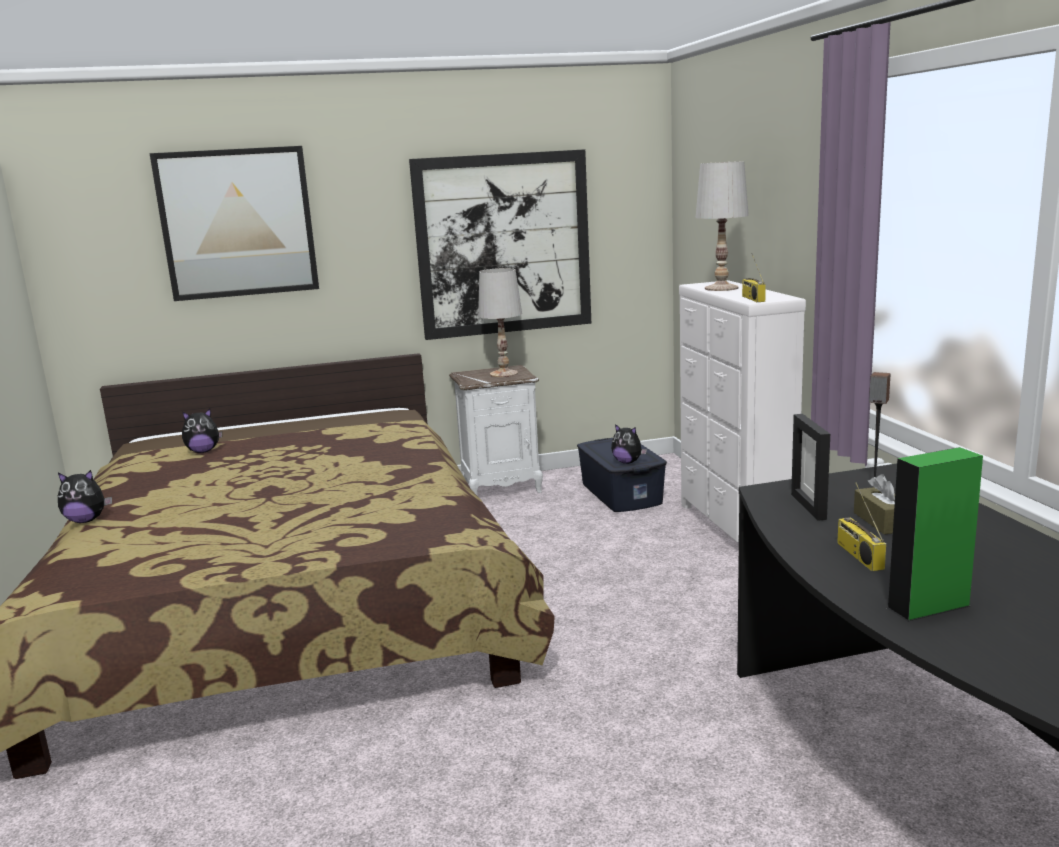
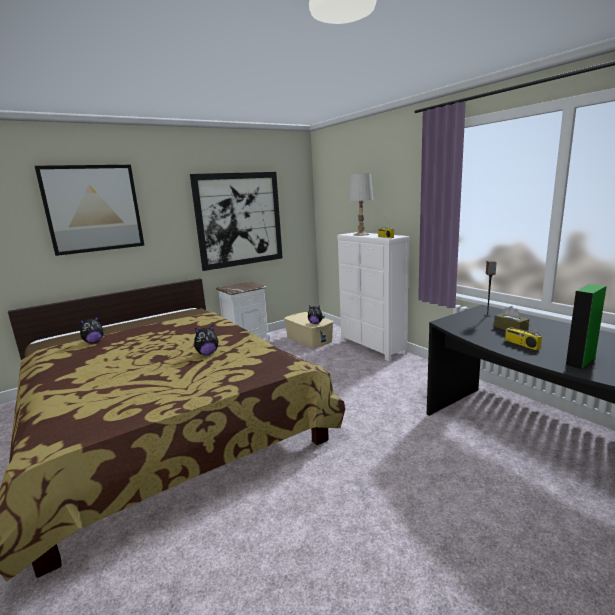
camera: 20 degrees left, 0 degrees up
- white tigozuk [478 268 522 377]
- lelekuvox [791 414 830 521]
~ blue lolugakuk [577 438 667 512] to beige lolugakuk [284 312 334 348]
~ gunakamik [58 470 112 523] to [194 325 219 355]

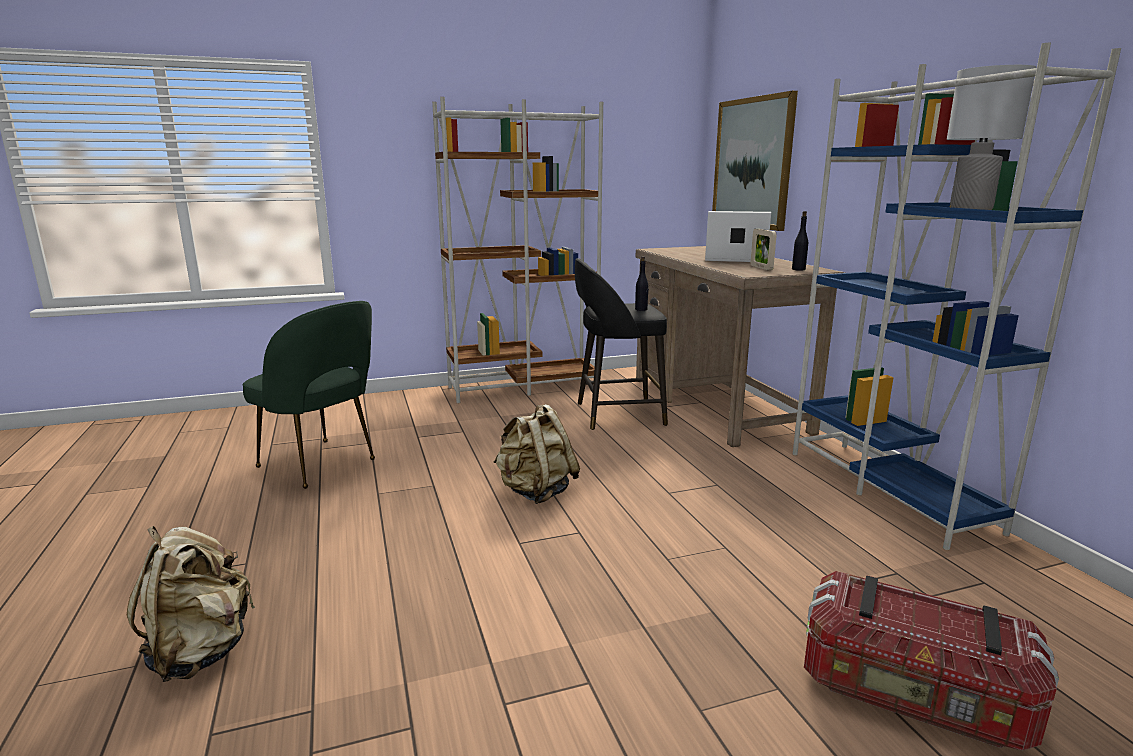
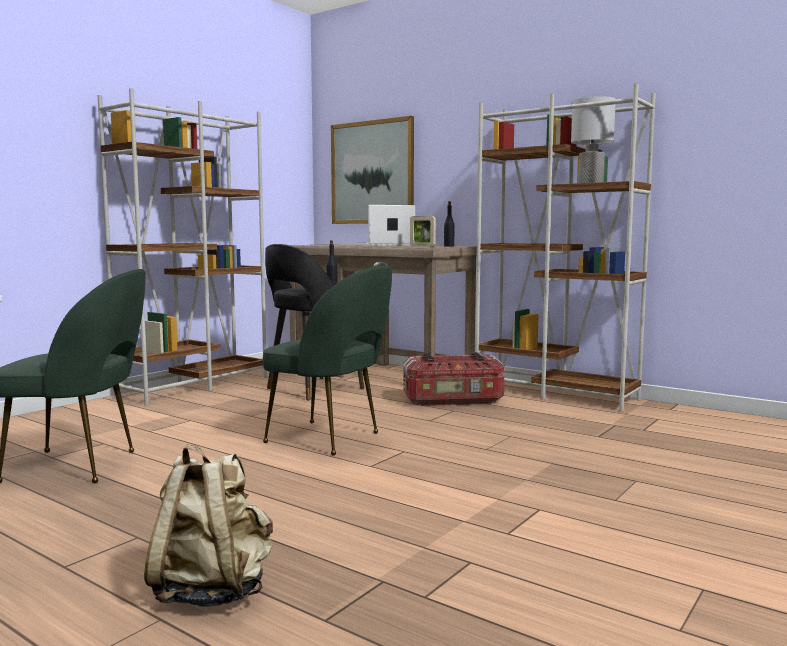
camera: 35 degrees left, 10 degrees down
~ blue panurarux [793 43 1121 550] to brown panurarux [475 83 656 411]
~ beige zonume [494 404 580 504] to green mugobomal [262 266 392 456]
~ lolugakuk [804 571 1059 751] to [403 352 505 406]

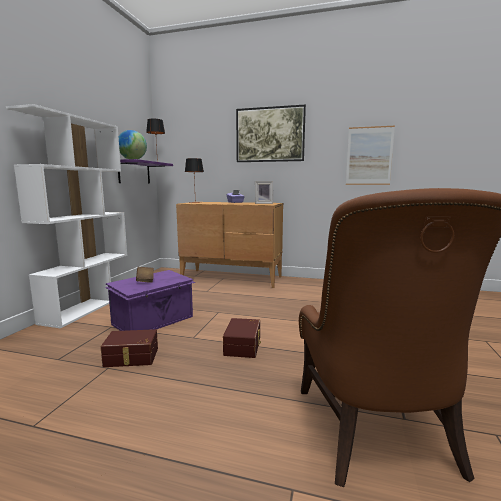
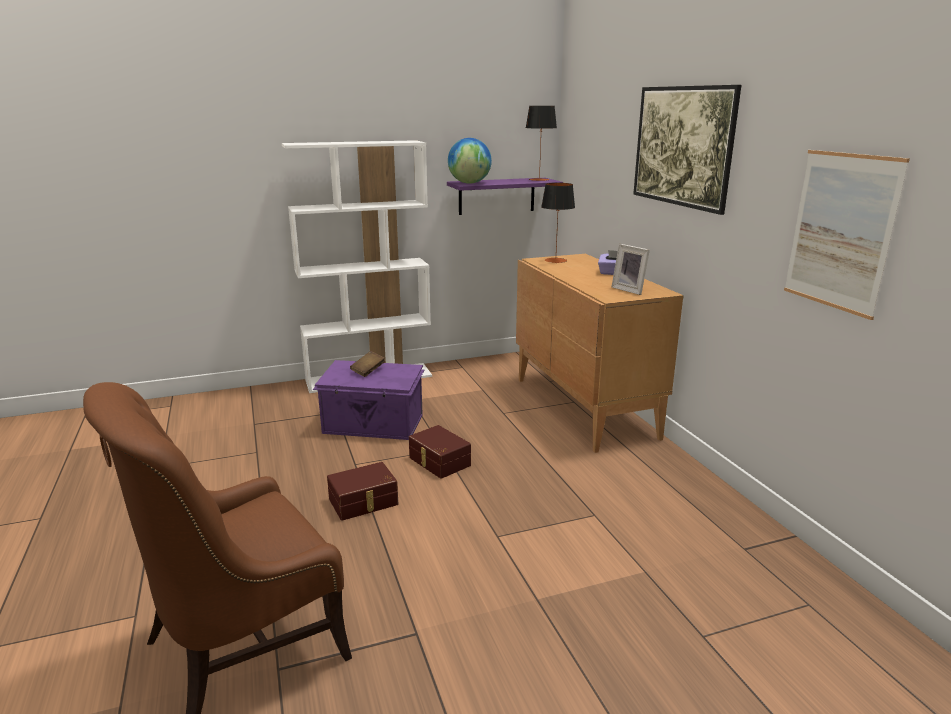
camera: 55 degrees right, 10 degrees up
~ brown lolugakuk [101 329 158 367] to [409 425 471 479]

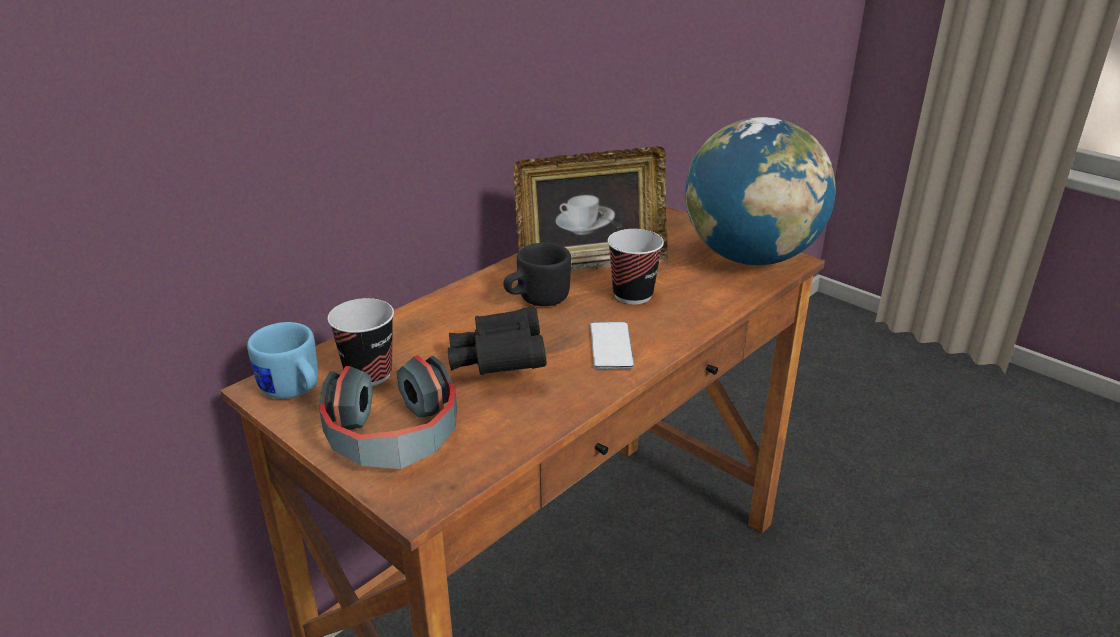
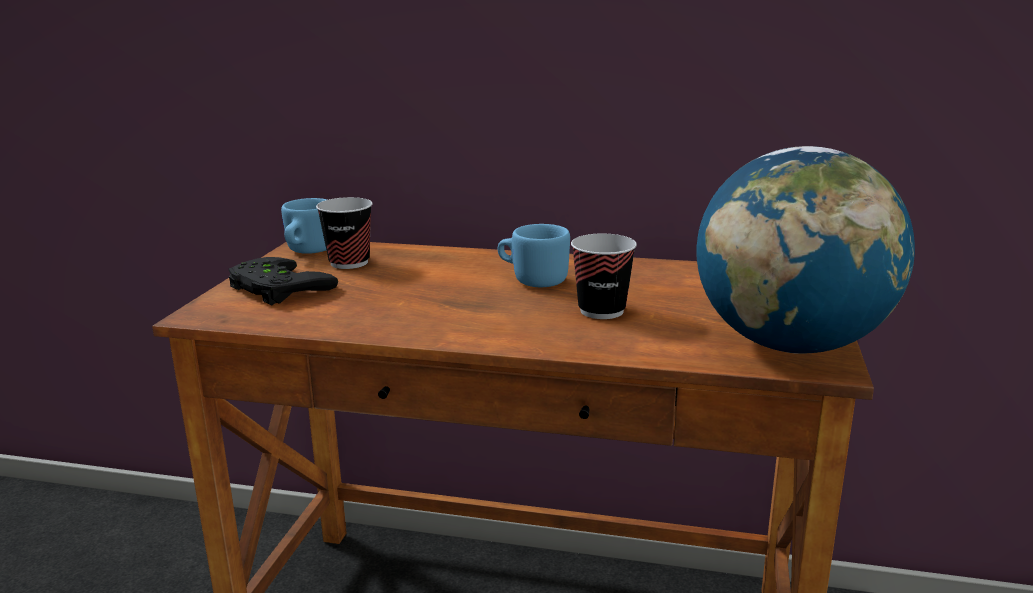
camera: 60 degrees right, 10 degrees down
- lelekuvox [513 147 668 271]
~ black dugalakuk [503 243 571 306] to blue dugalakuk [498 224 570 287]
- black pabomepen [448 306 547 375]
- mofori [590 322 634 369]
~ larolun [320 355 457 469] to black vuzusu [229 257 338 306]

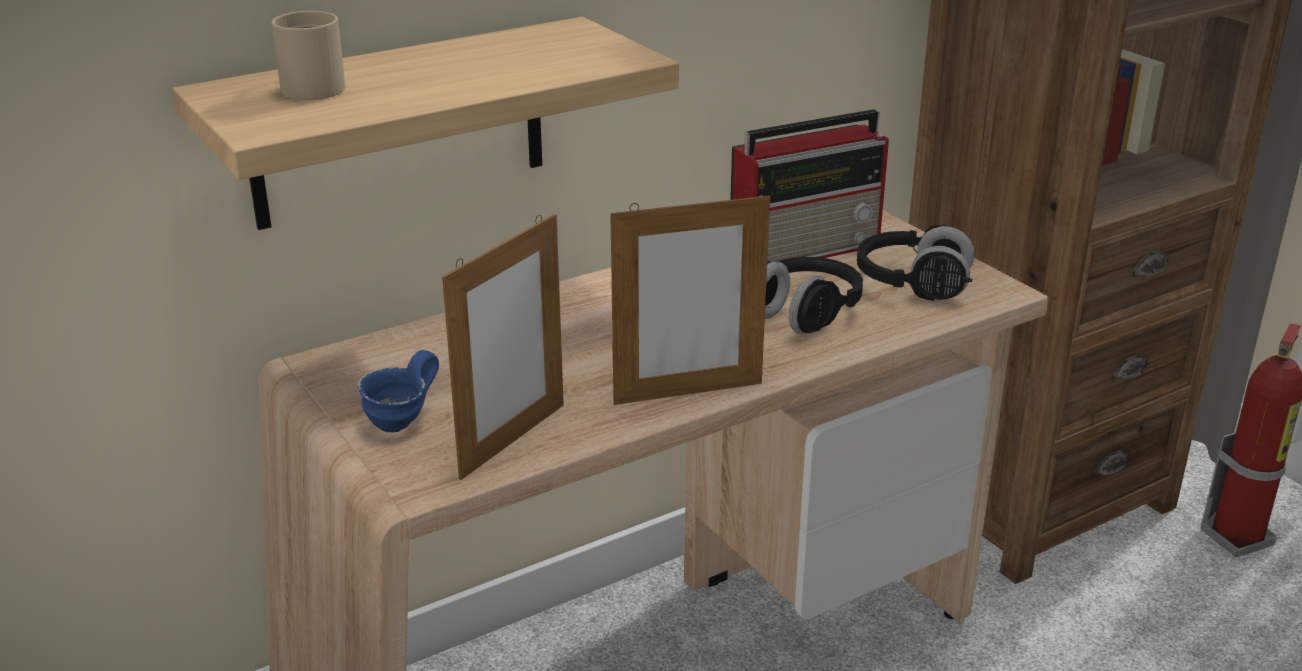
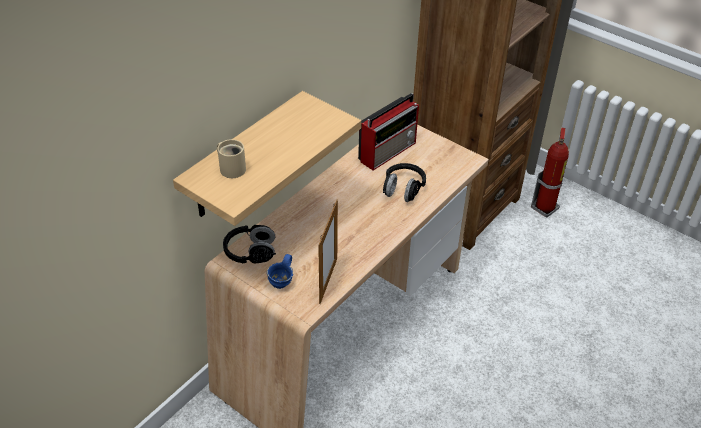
camera: 20 degrees left, 15 degrees up
- lelekuvox [610 191 770 405]
~ black larolun [857 225 975 301] to [223 225 276 264]

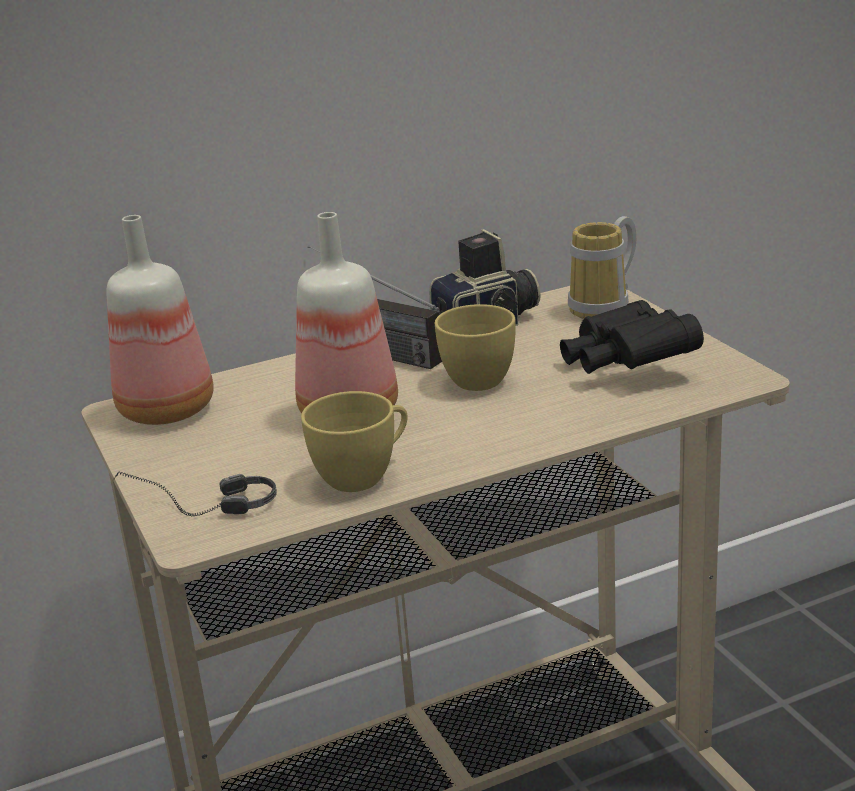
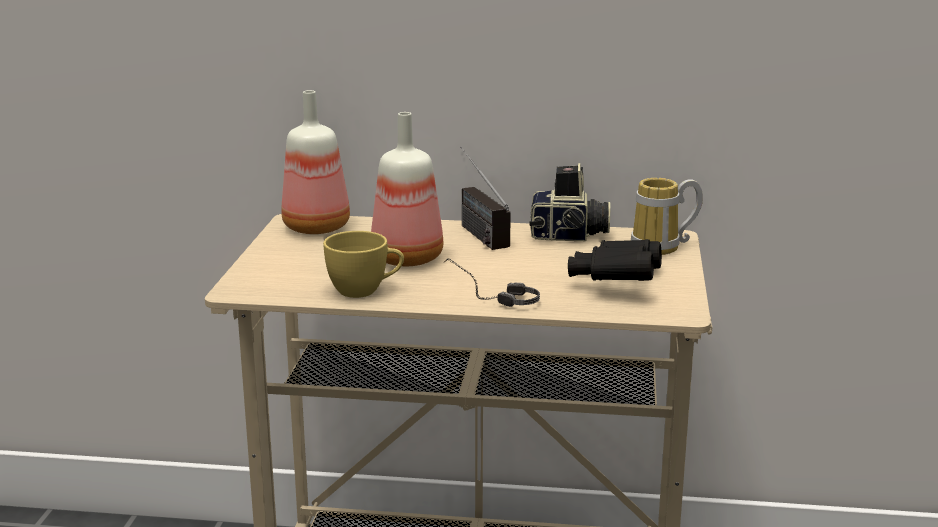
camera: 30 degrees right, 5 degrees down
- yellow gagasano [435 304 516 391]
~ larolun [113 471 277 516] to [443 258 540 307]

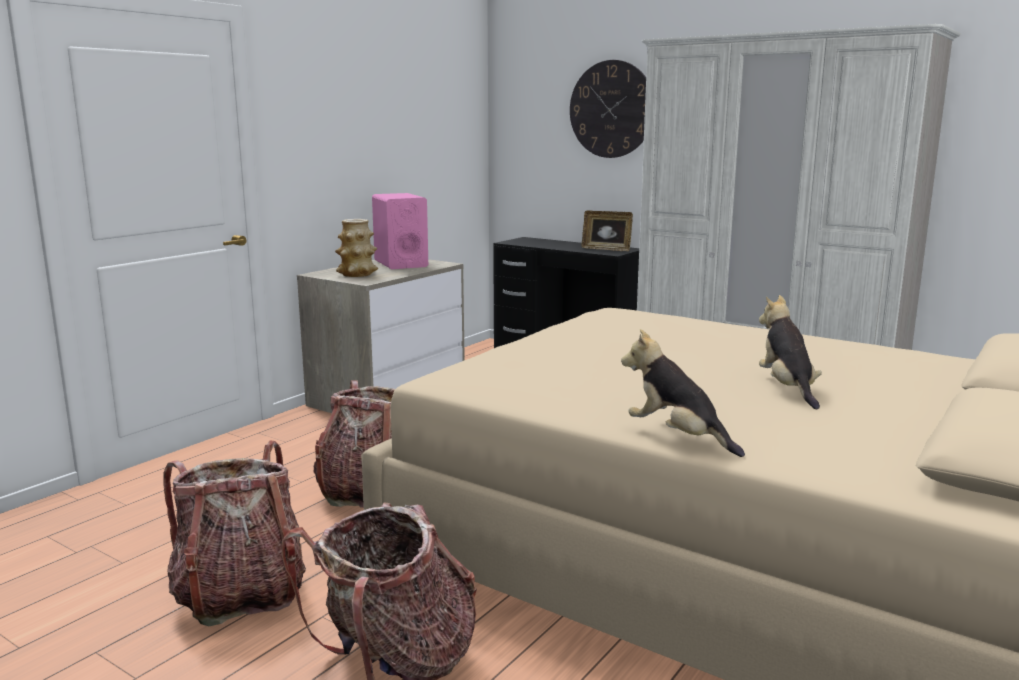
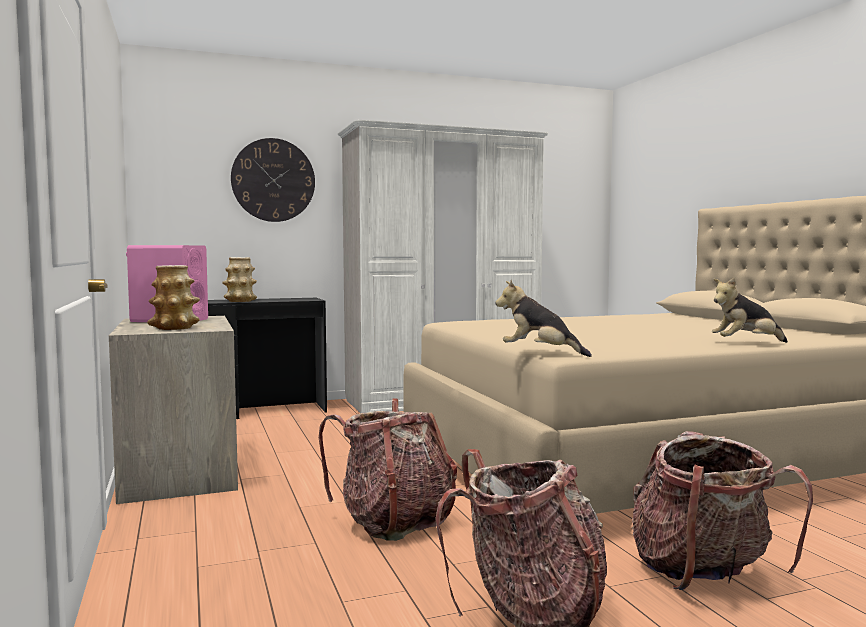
camera: 55 degrees left, 10 degrees down
- lelekuvox [582 210 633 251]
~ gunakamik [759 295 822 409] to [495 279 592 357]
+ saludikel [222 257 257 302]

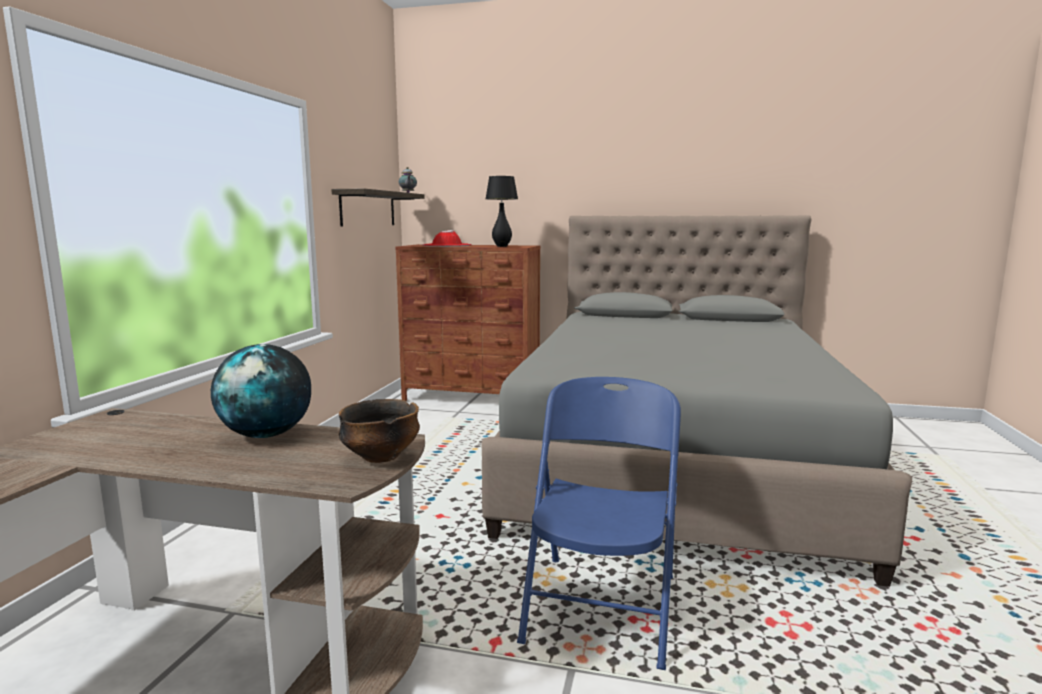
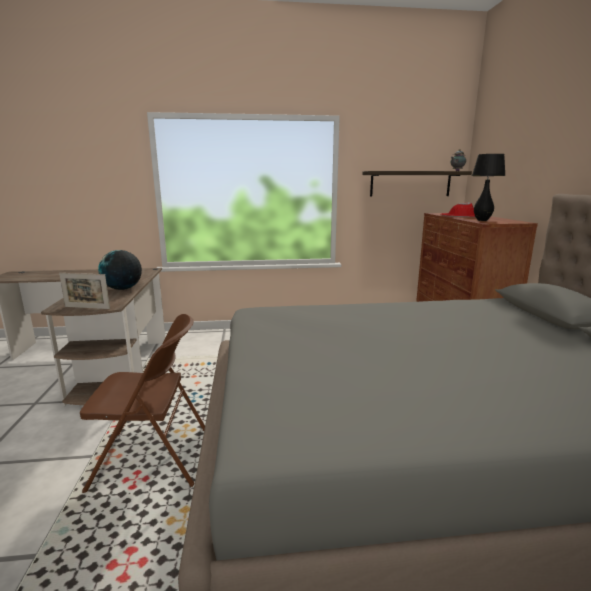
camera: 70 degrees right, 5 degrees up
~ blue mugobomal [517 377 681 670] to brown mugobomal [80 314 205 493]
~ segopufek [338 399 420 463] to lelekuvox [59 273 110 309]

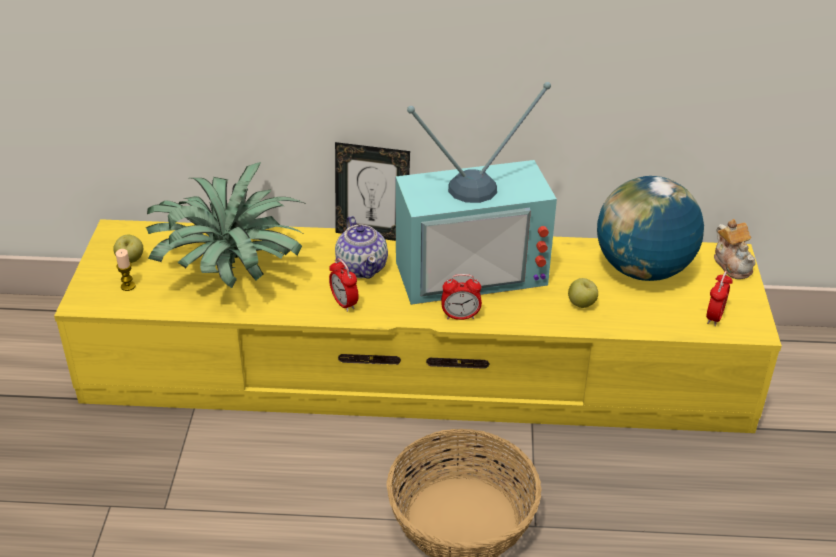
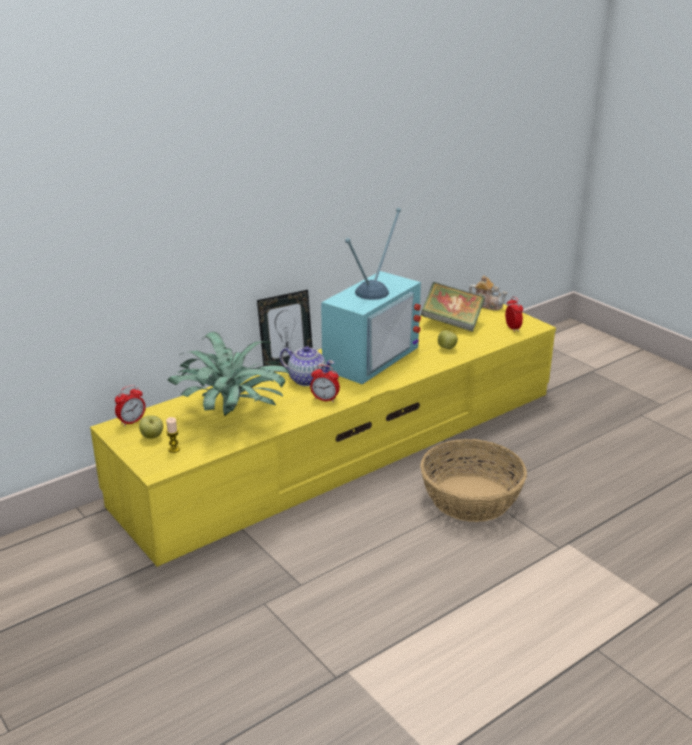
camera: 40 degrees left, 10 degrees down
~ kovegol [597 176 704 281] to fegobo [421 282 485 332]
~ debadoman [441 274 482 320] to [115 385 146 427]

